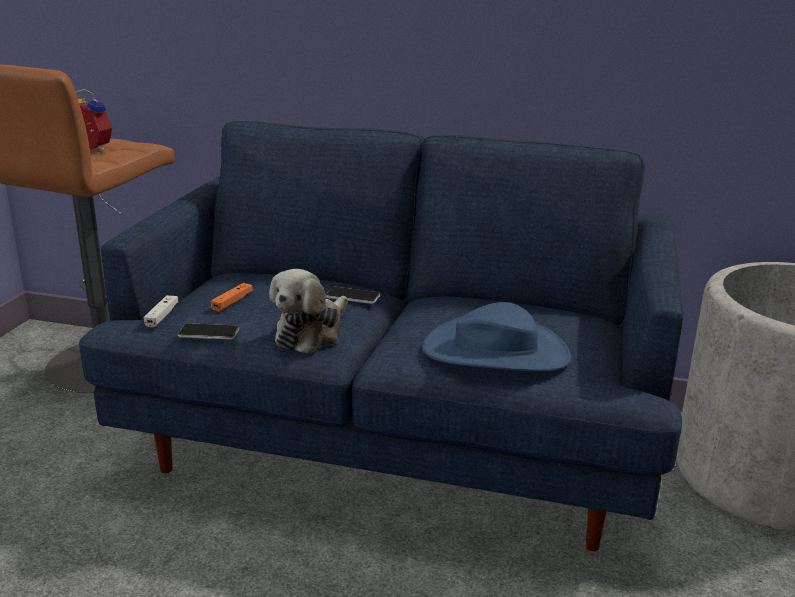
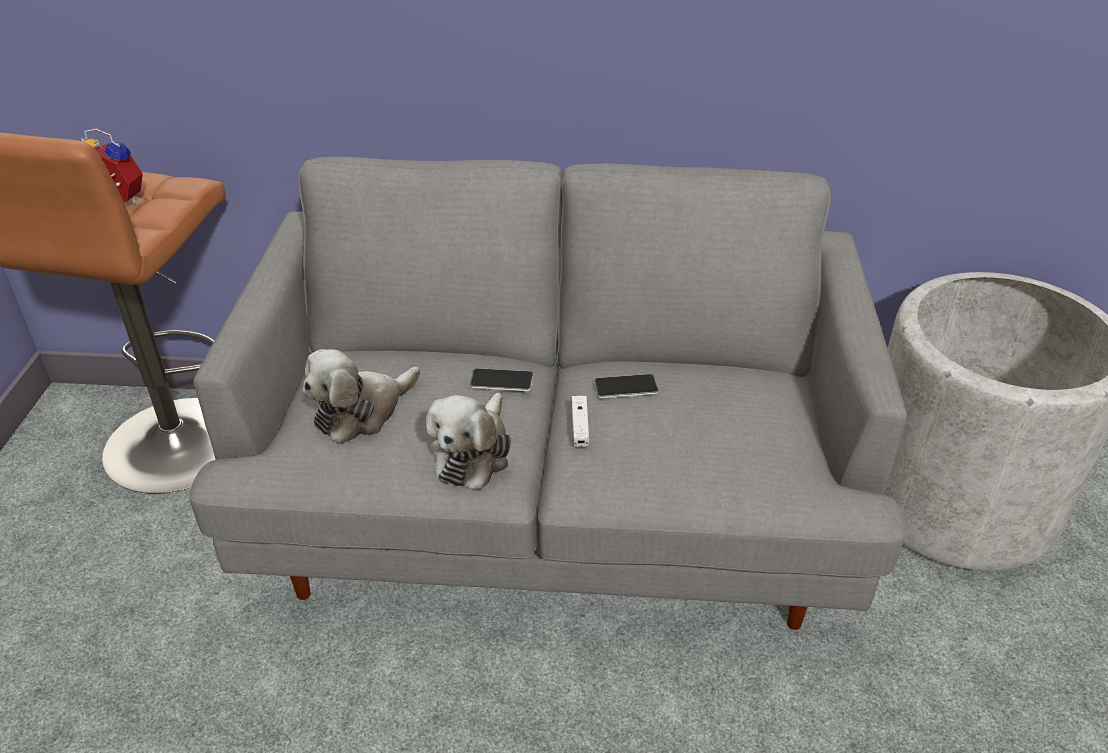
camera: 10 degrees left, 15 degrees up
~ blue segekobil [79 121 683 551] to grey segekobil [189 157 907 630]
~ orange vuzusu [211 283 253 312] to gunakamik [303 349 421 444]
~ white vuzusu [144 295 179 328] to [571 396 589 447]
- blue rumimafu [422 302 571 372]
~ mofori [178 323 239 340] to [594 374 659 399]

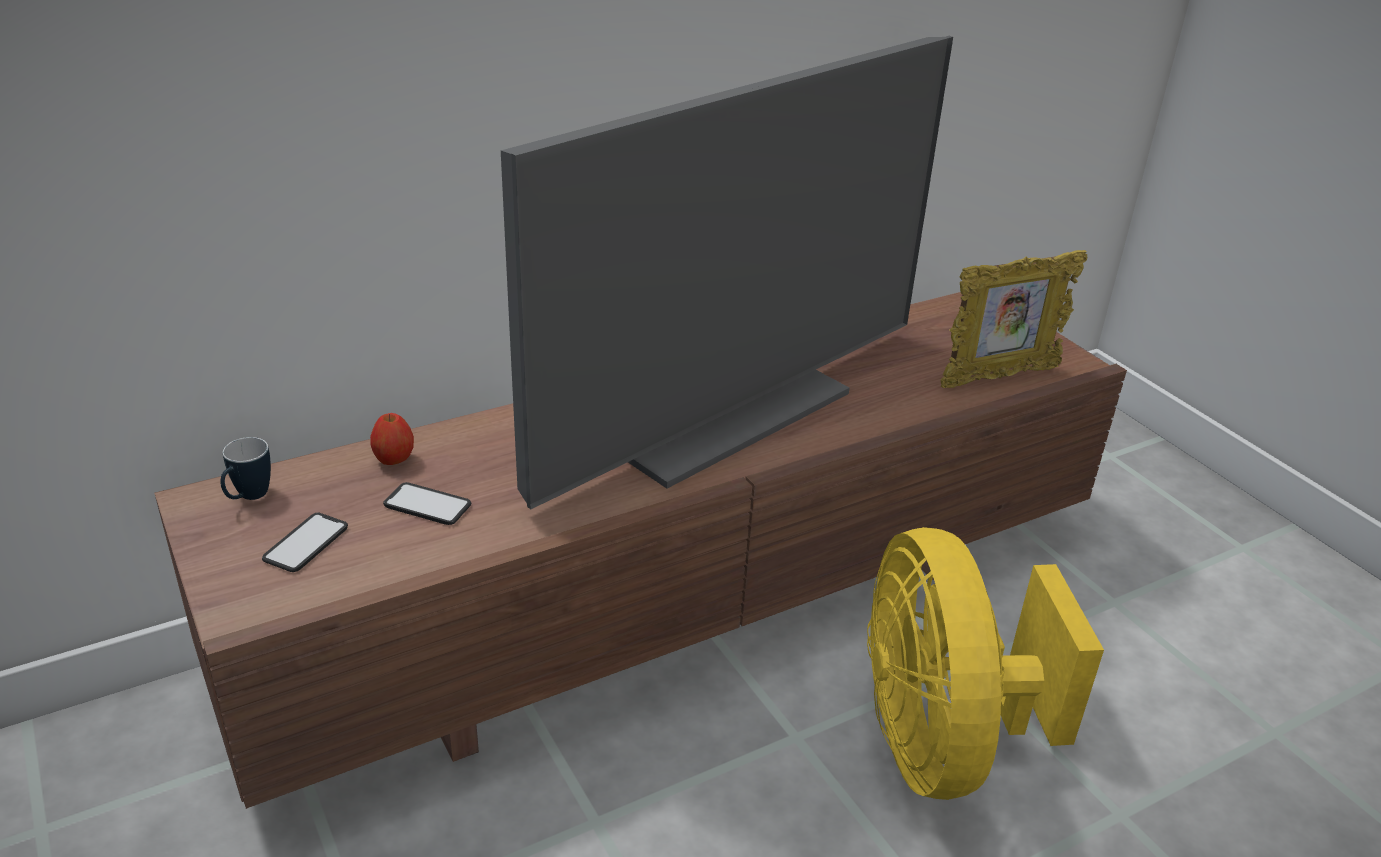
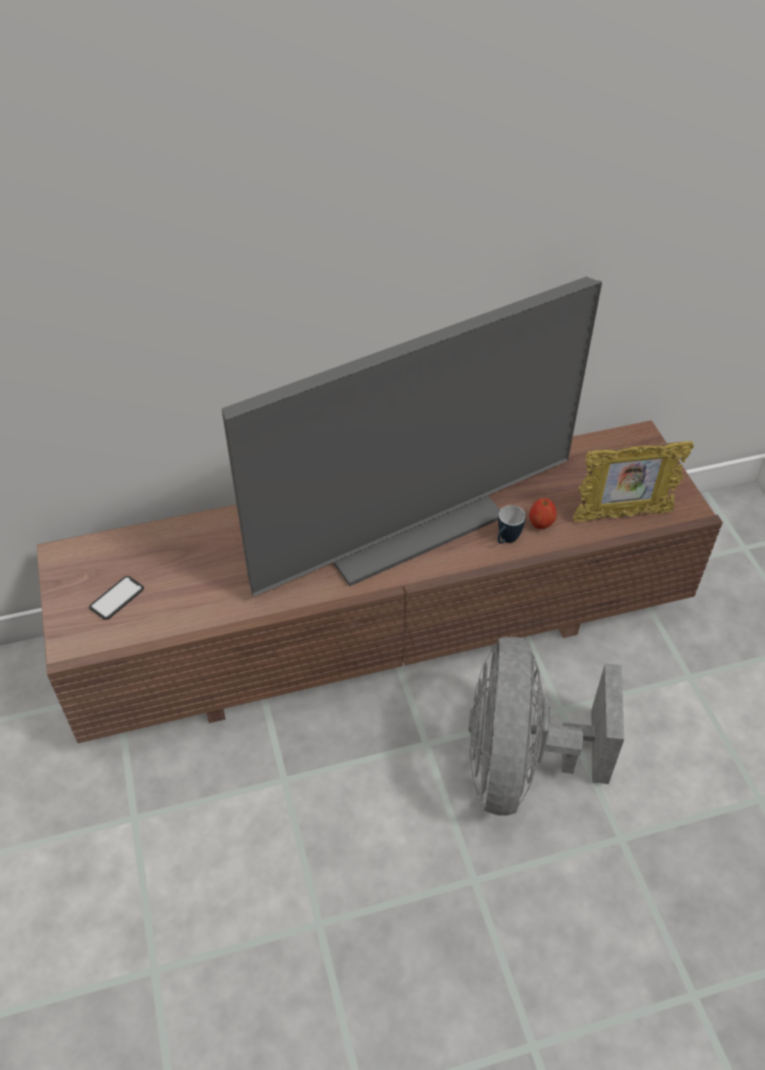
camera: 15 degrees right, 15 degrees up
~ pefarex [370 413 414 465] to [529 498 557 529]
~ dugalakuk [220 437 271 500] to [498 505 526 544]
- mofori [383 482 471 525]
~ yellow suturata [867 527 1104 800] to grey suturata [468 637 624 816]

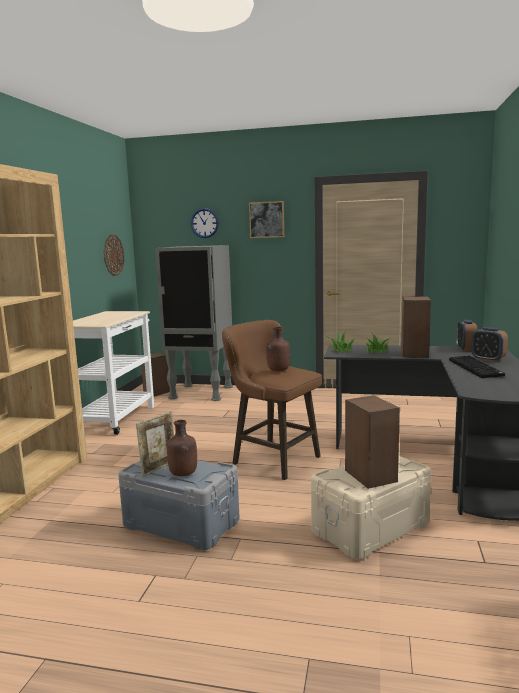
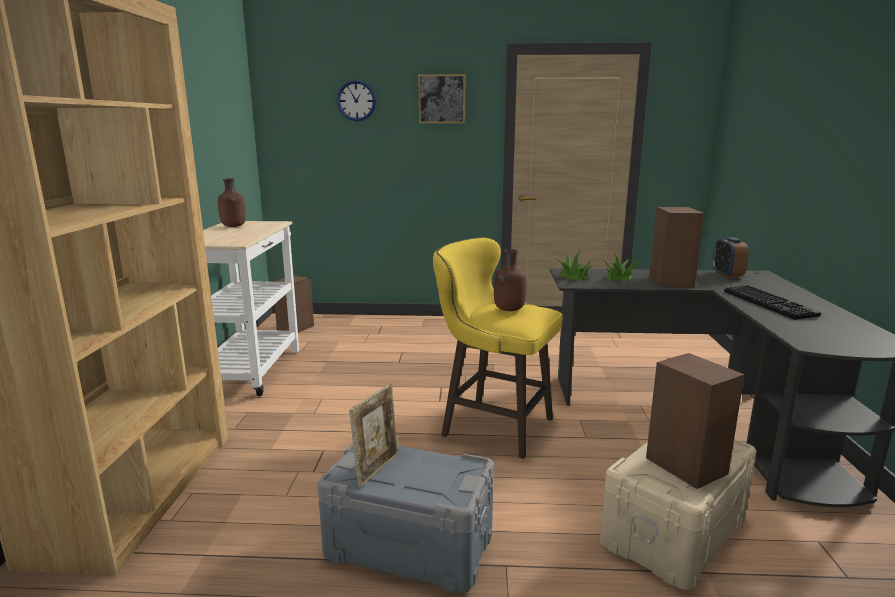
camera: 10 degrees left, 5 degrees up
- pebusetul [104 235 124 276]
- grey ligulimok [155 245 233 401]
~ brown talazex [222 320 322 480] to yellow talazex [433 237 562 459]
- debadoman [471 327 508 362]
~ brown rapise [167 420 197 476] to [218 179 246 227]

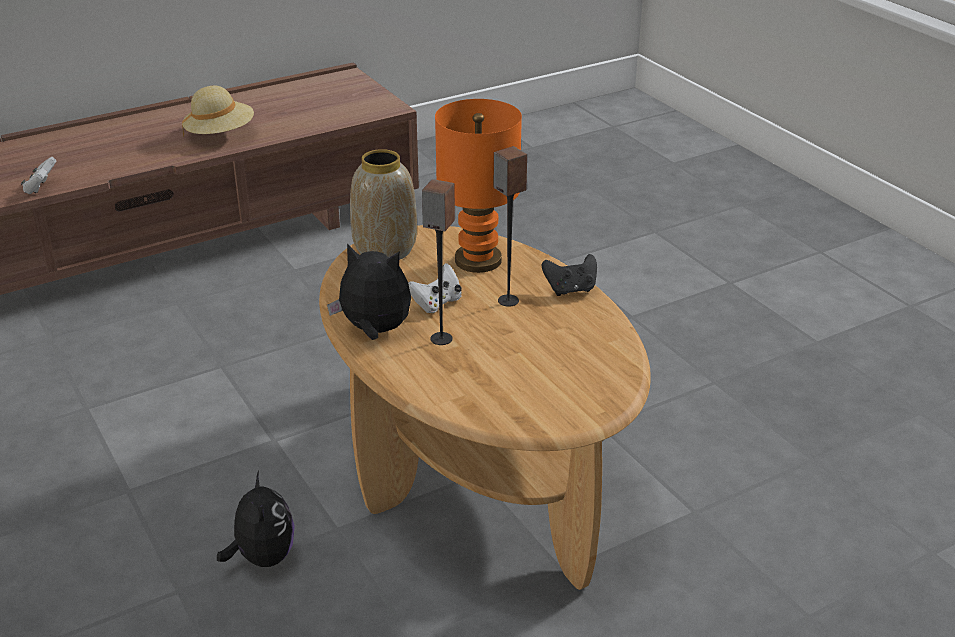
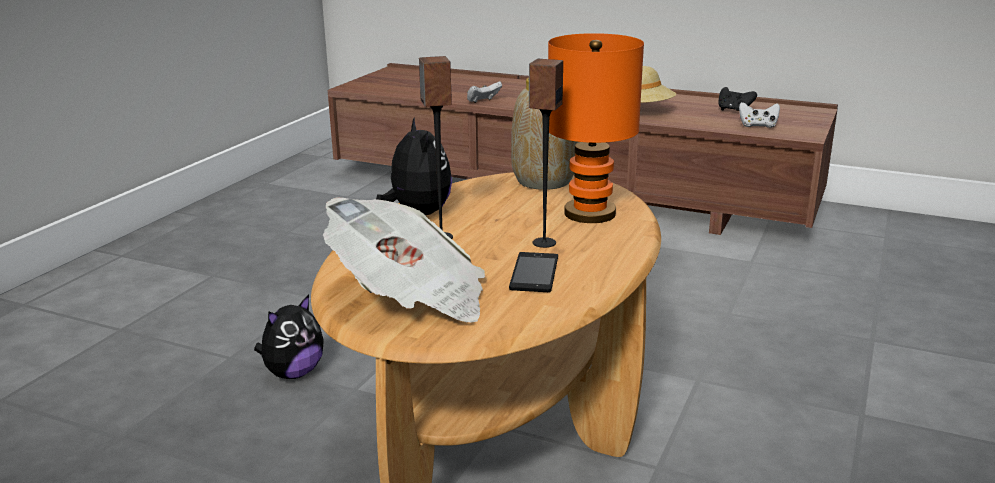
camera: 55 degrees right, 10 degrees down
~ black vuzusu [542 254 597 296] to [718 87 757 111]
~ white vuzusu [408 263 462 313] to [739 102 780 128]
+ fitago [323 197 485 323]
+ mofori [509 252 558 292]

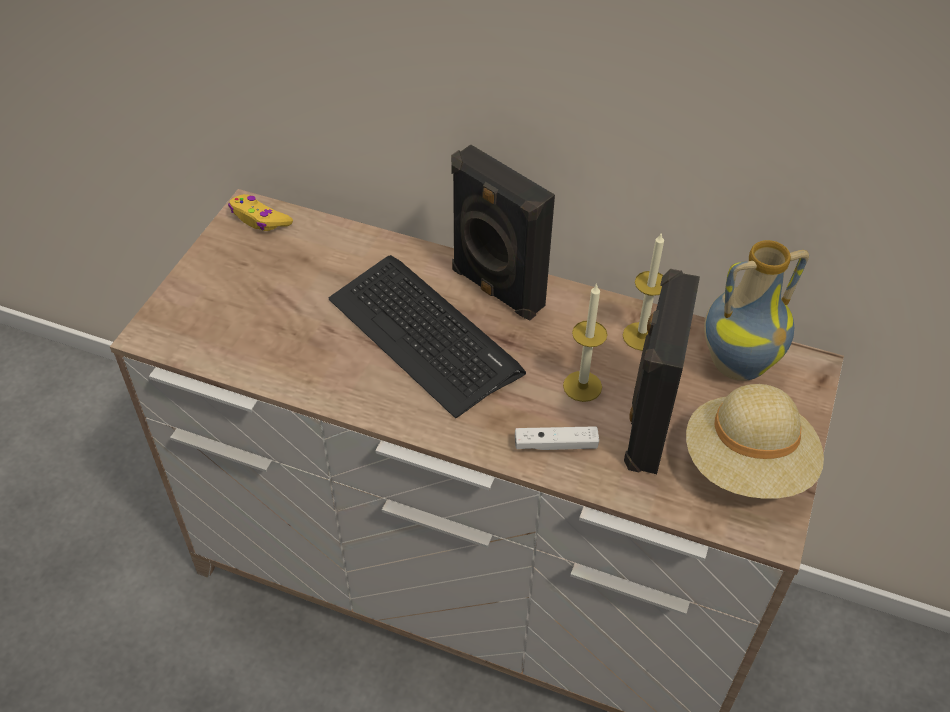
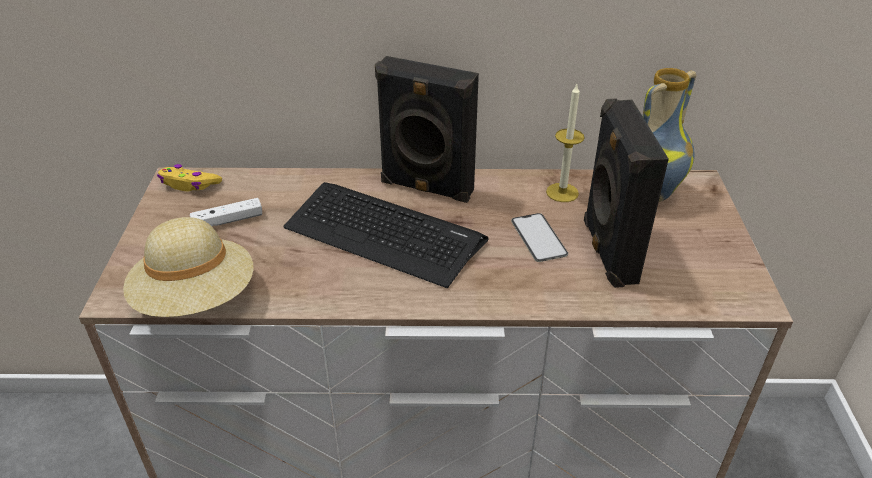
camera: 20 degrees left, 10 degrees down
~ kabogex [563 283 608 402] to mofori [511 213 568 262]
~ beige rumimafu [686 384 824 499] to [123 217 253 317]
~ white vuzusu [515 426 599 450] to [190 198 262 226]

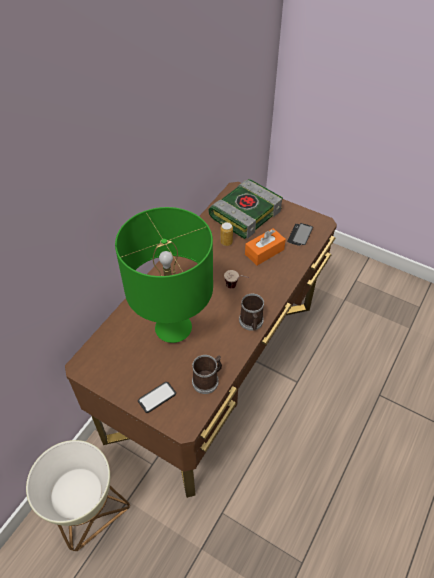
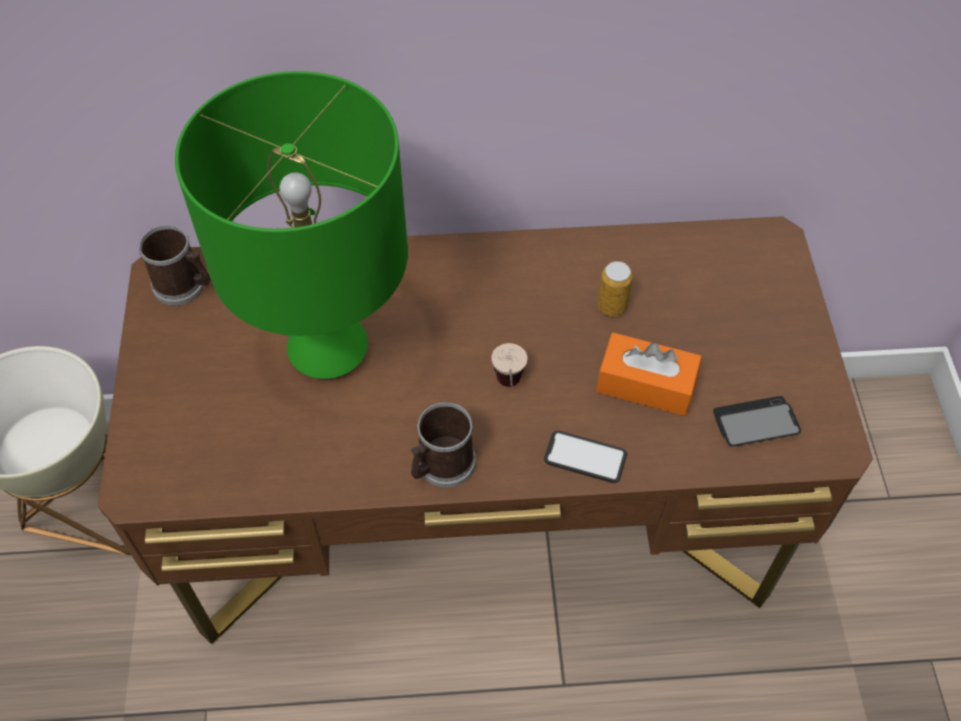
camera: 55 degrees right, 5 degrees up
- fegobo [208 179 283 239]
~ dugalakuk [192 355 222 394] to [139 225 211 306]
~ mofori [138 382 176 413] to [544 431 627 483]

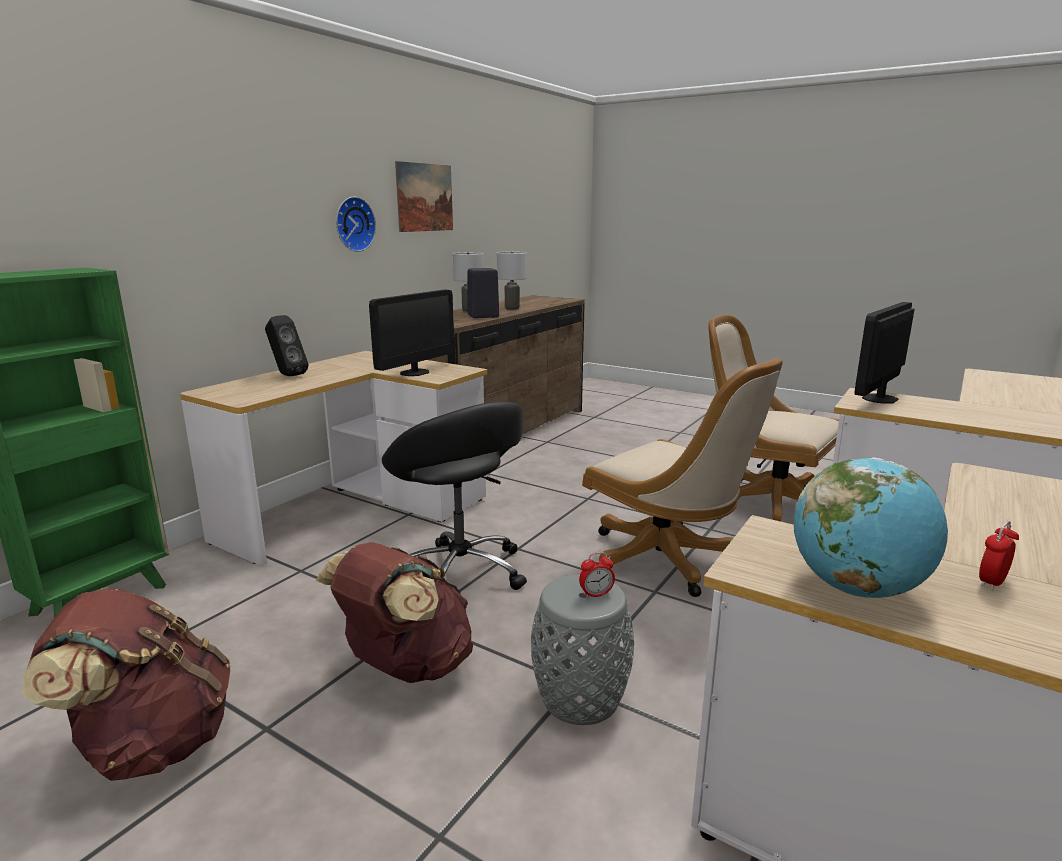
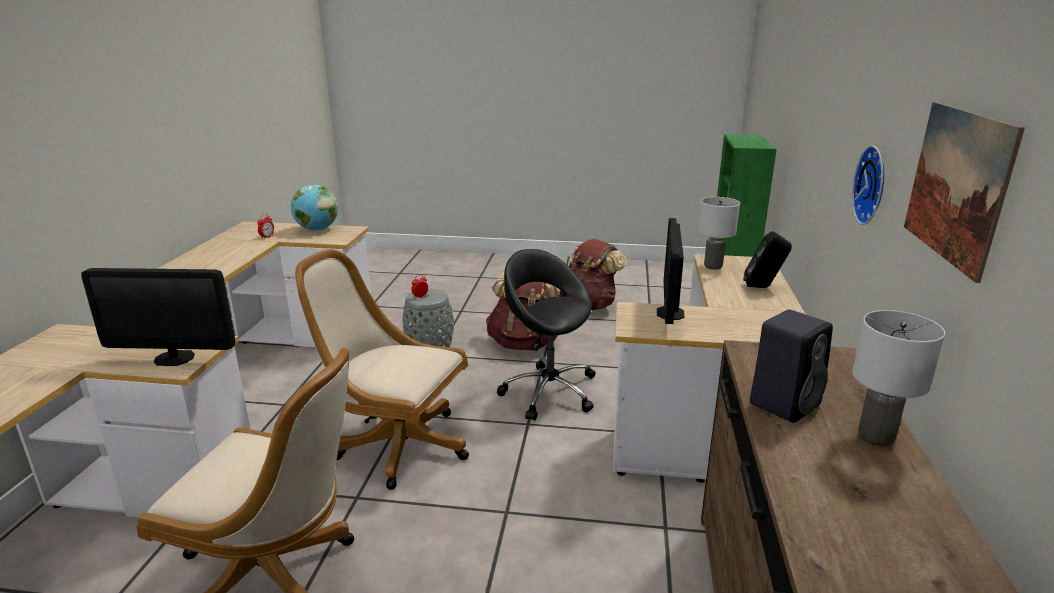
camera: 155 degrees right, 5 degrees up
~ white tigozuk [497 251 527 309] to [698 197 740 270]
~ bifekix [854 302 915 404] = [81 268 235 366] 75 degrees clockwise

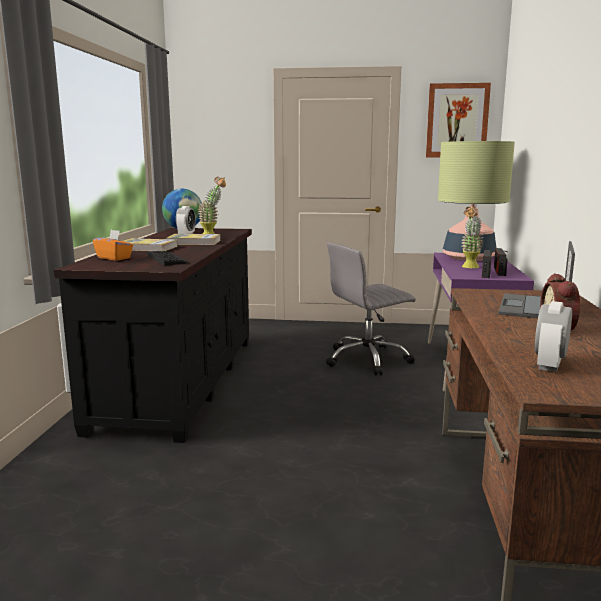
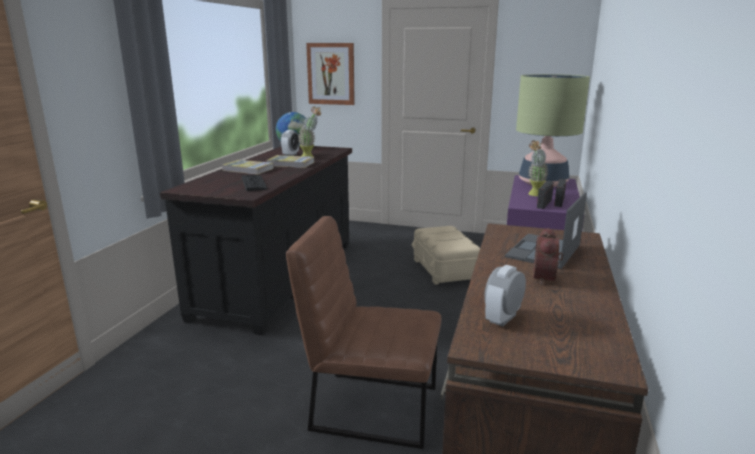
camera: 10 degrees right, 5 degrees up
~ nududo [426 83 491 157] to [306 43 355 105]
- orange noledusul [93 230 133 261]
~ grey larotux [326 242 416 375] to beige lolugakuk [411 226 480 285]
+ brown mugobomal [286 216 441 449]

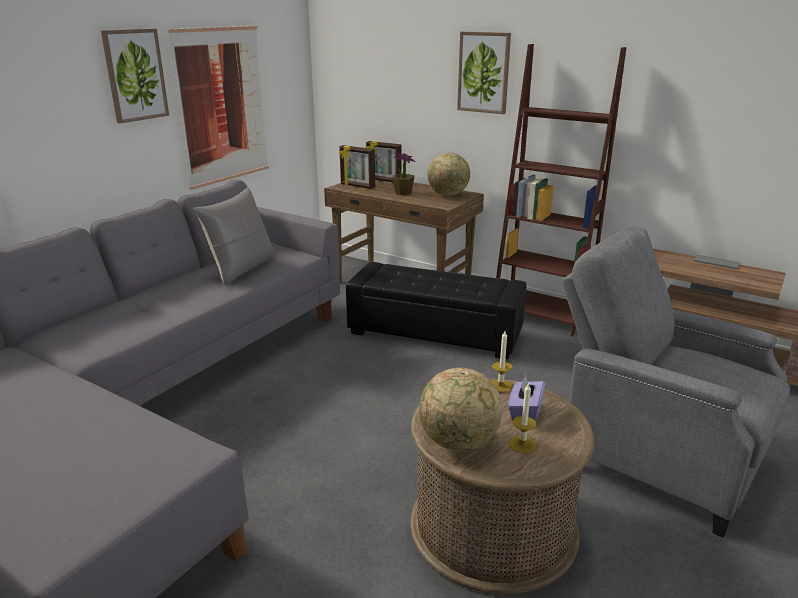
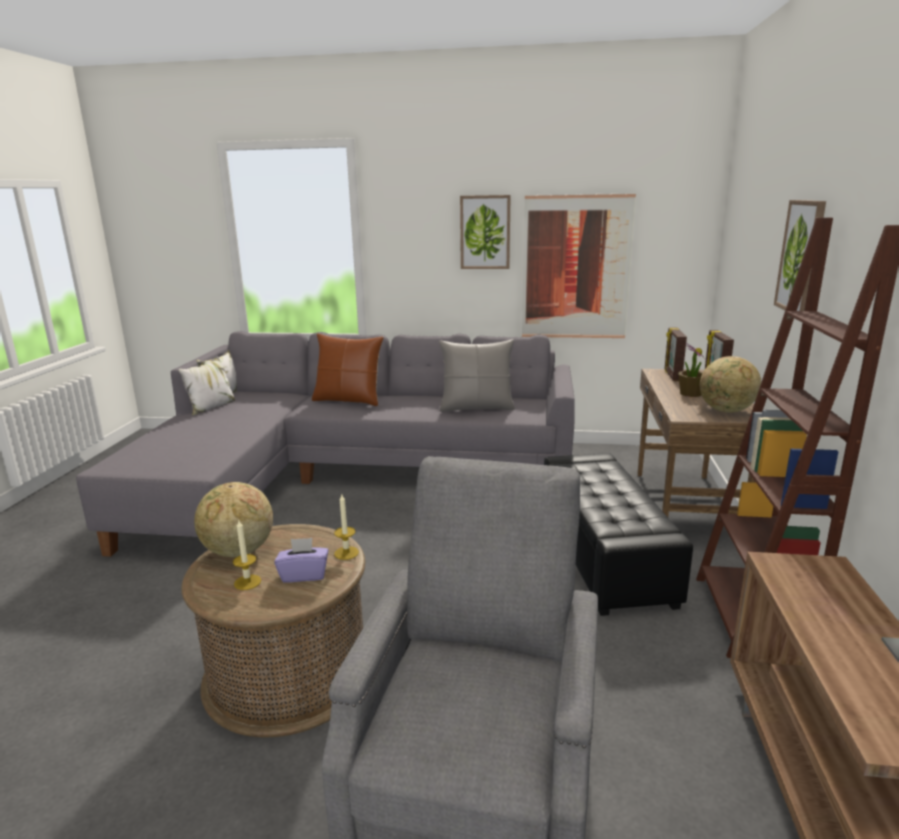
camera: 65 degrees right, 5 degrees down
+ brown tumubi [312 334 383 406]

